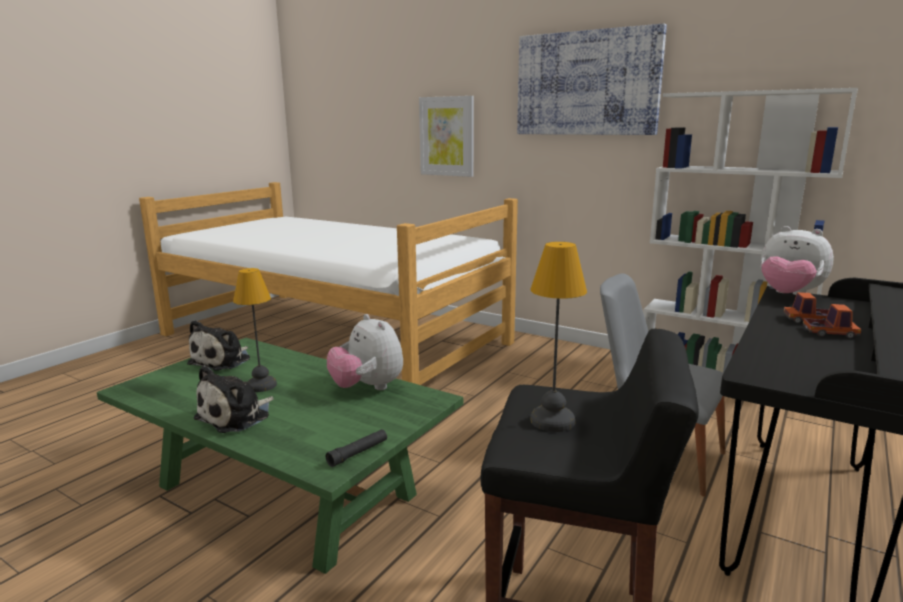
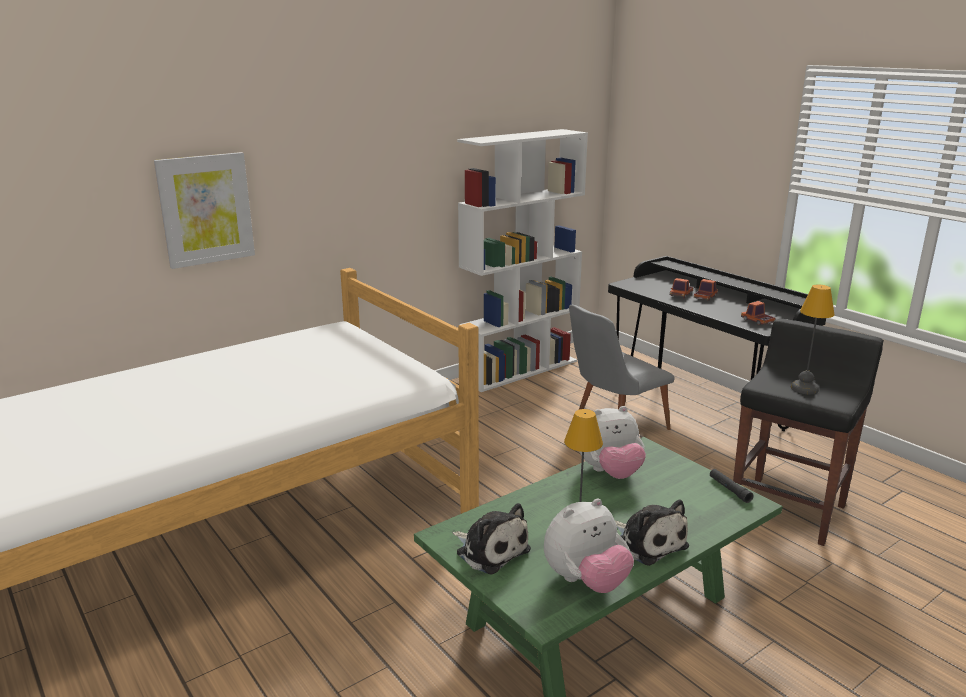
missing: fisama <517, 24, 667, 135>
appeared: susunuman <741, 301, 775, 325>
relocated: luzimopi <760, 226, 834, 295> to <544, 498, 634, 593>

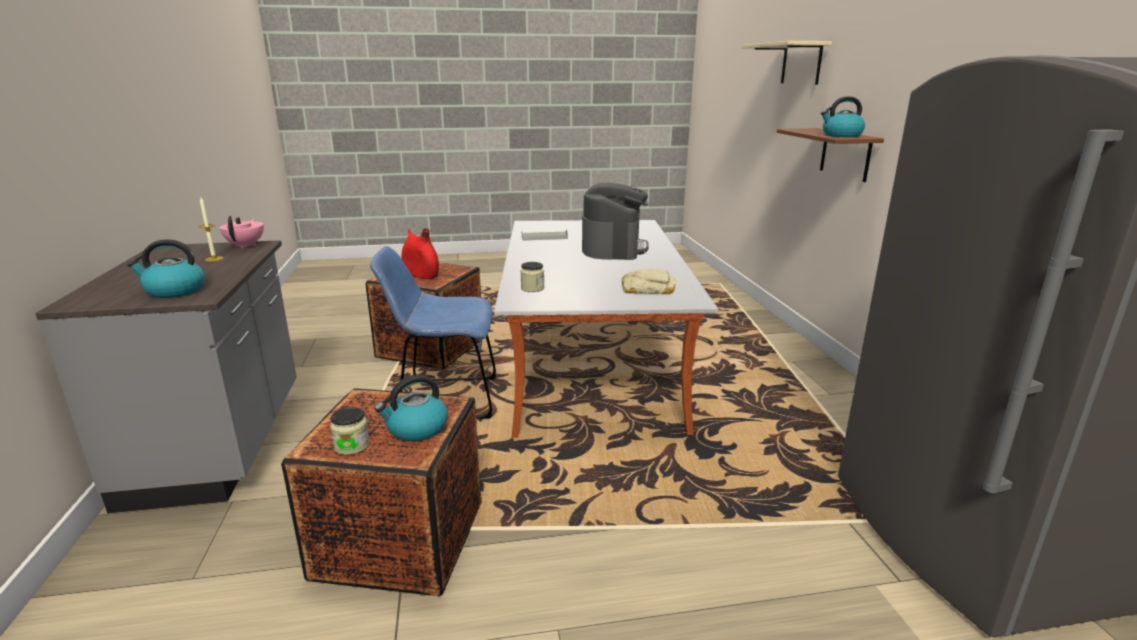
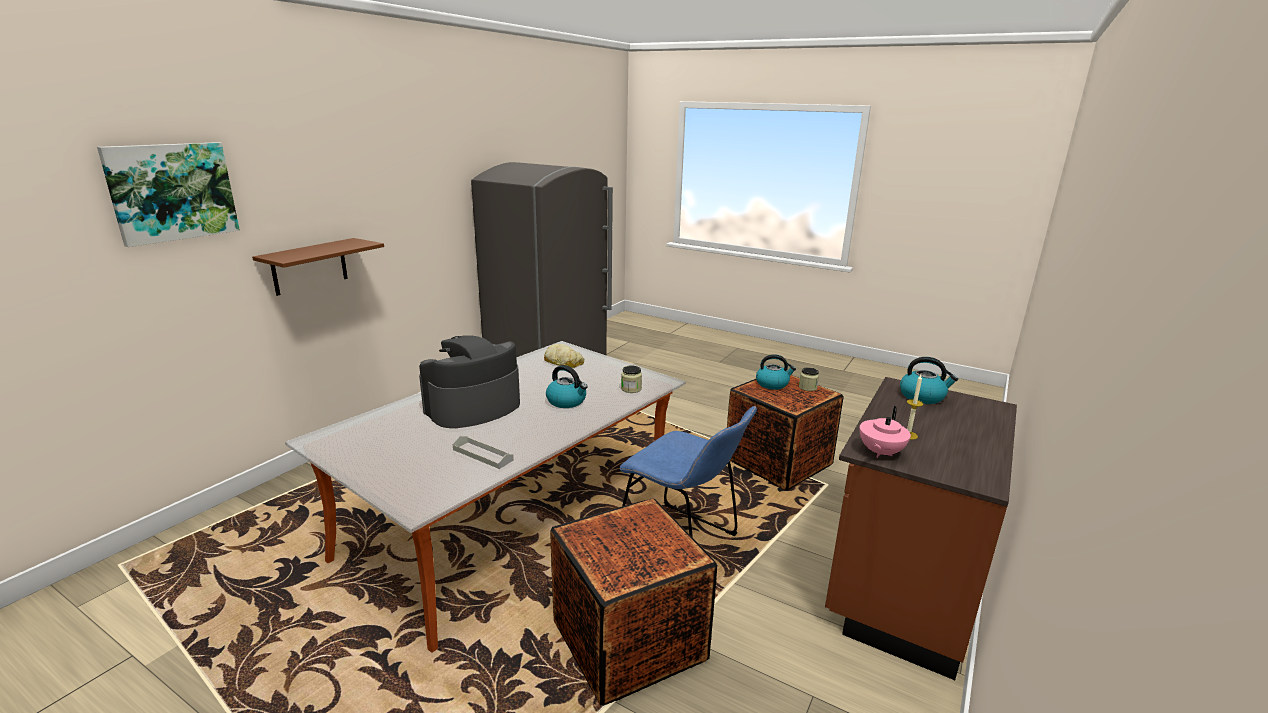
missing: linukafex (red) <401, 228, 439, 279>
relocated: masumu <821, 96, 865, 137> to <546, 365, 588, 408>
exchanged: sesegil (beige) <741, 41, 832, 85> to fisama <97, 142, 240, 247>
colour: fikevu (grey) <36, 240, 297, 514> to fikevu (brown) <825, 377, 1017, 680>

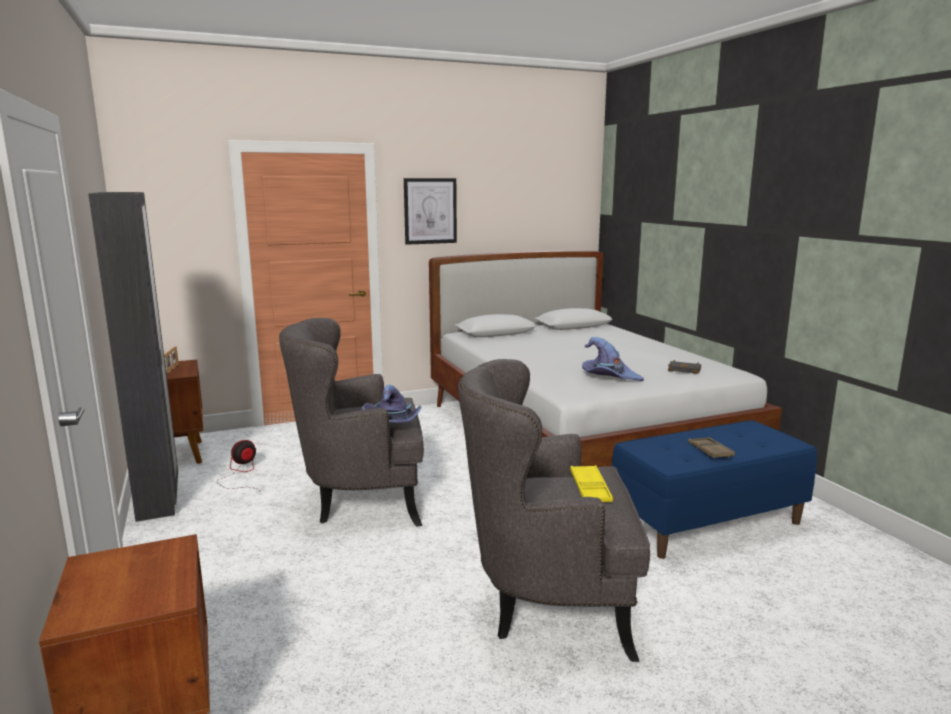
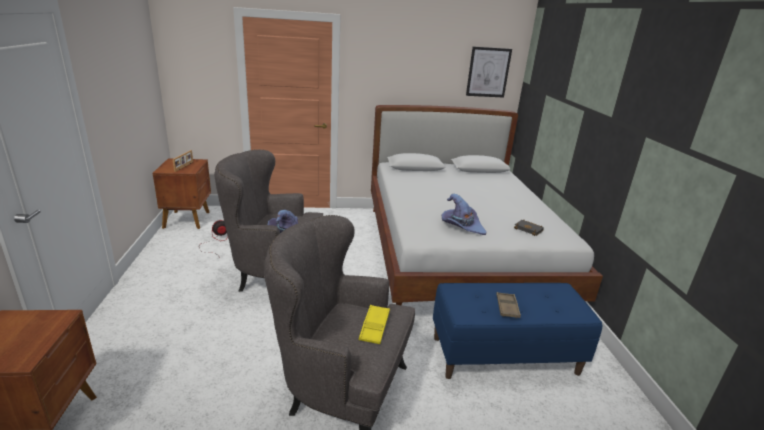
missing: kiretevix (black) <88, 192, 178, 522>
relocated: fisama <404, 178, 457, 245> to <466, 47, 512, 98>

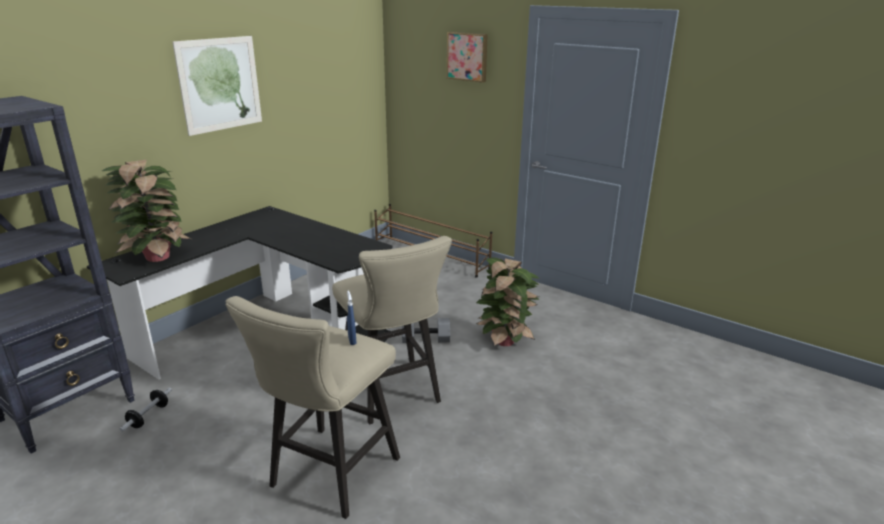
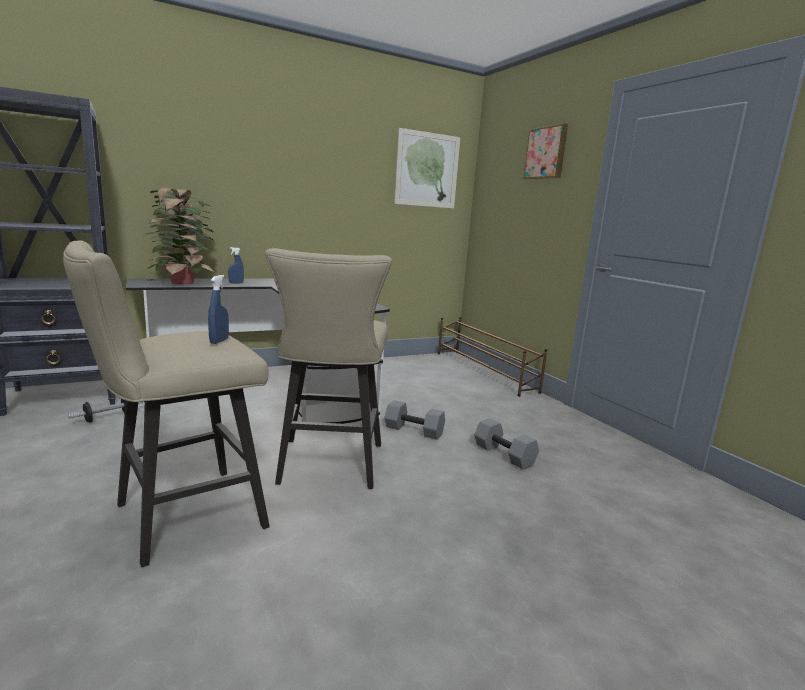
appeared: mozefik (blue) <228, 247, 244, 284>
relocated: fisama <172, 36, 262, 136> to <394, 128, 460, 208>
exchanged: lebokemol <476, 257, 540, 346> to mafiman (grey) <474, 418, 539, 469>

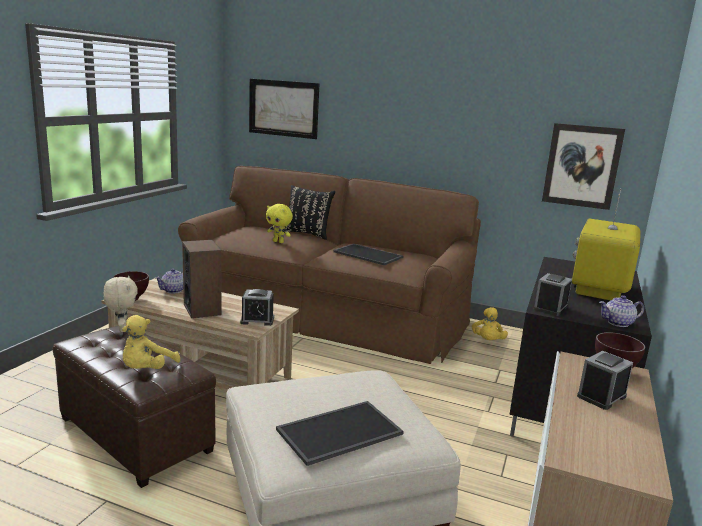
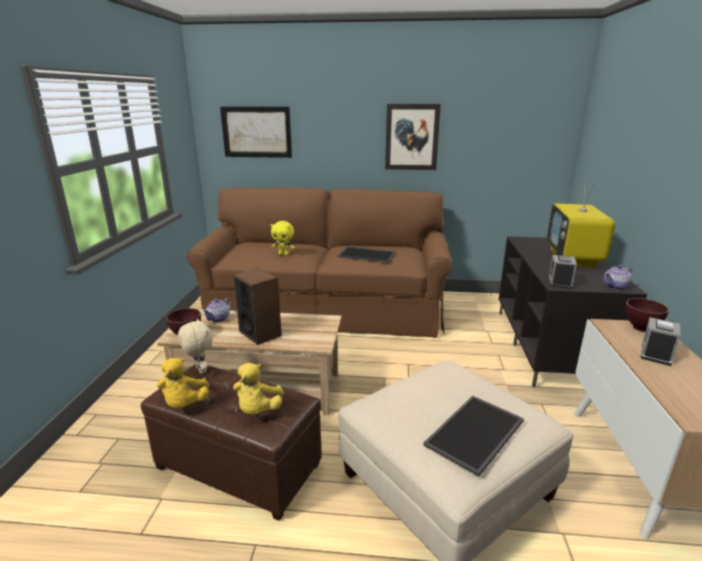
missing: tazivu <240, 289, 274, 326>; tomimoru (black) <285, 185, 335, 240>
relocated: luzimopi (yellow) <472, 307, 508, 340> to <157, 358, 209, 408>; fisama <542, 123, 625, 210> to <385, 104, 441, 170>

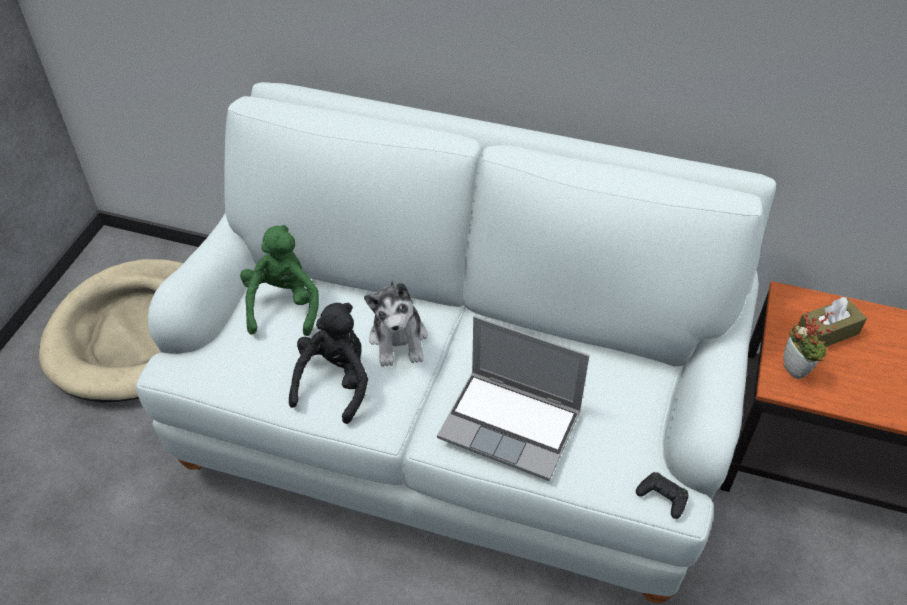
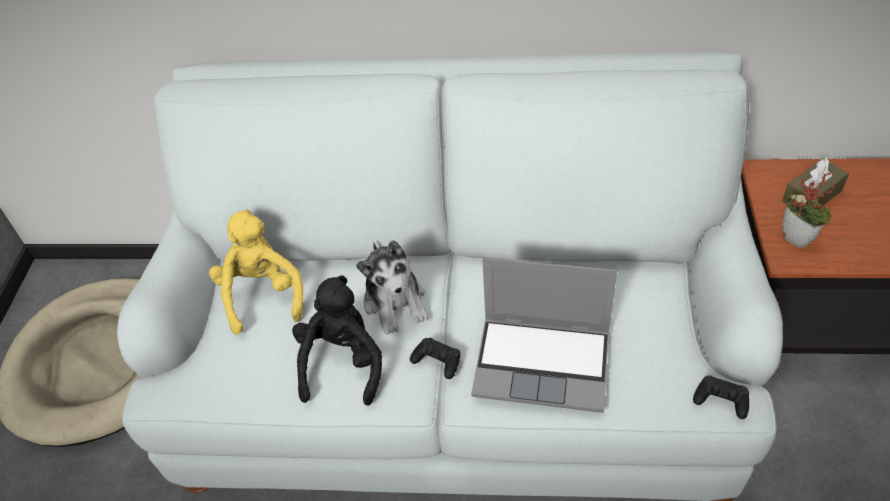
appeared: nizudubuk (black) <410, 338, 460, 379>
colour: luzimopi (green) <240, 225, 319, 336> to luzimopi (yellow) <209, 209, 303, 335>

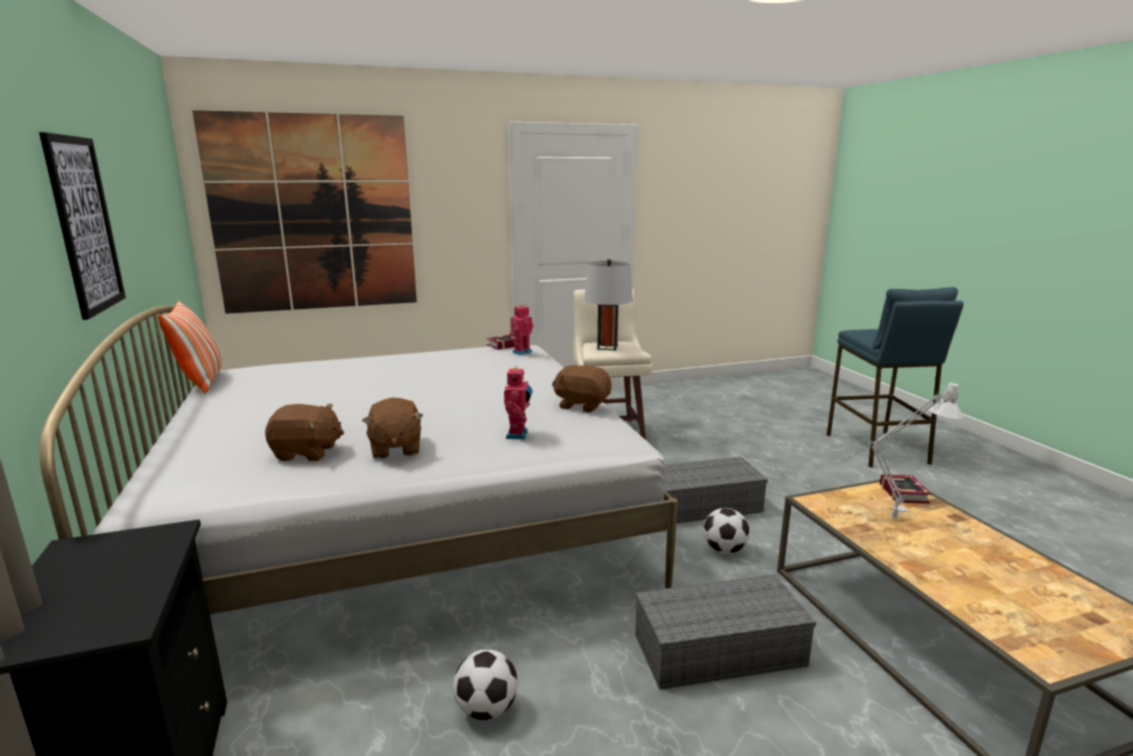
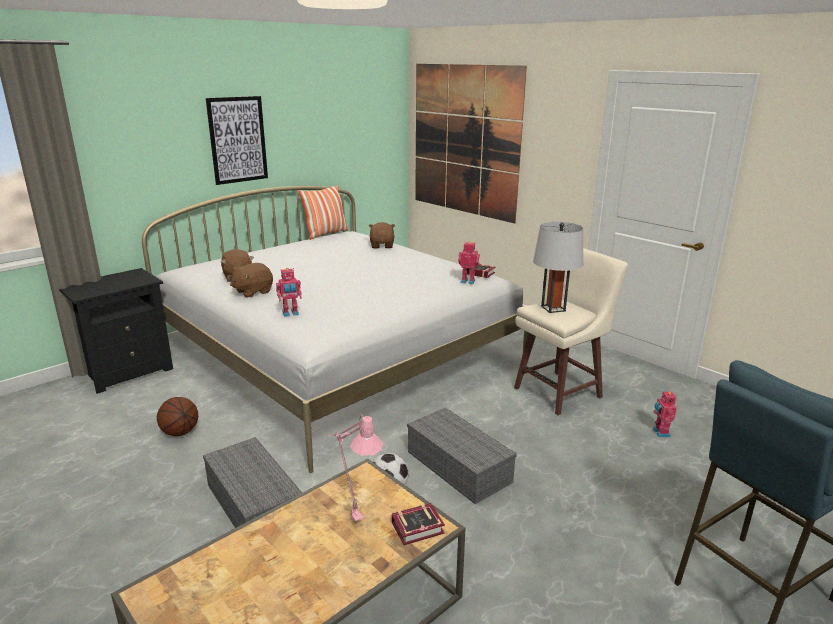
appeared: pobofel <653, 392, 677, 437>
relocated: luzimopi (brown) <552, 365, 612, 413> to <369, 222, 395, 248>
exchanged: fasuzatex <453, 649, 518, 720> to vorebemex <157, 397, 198, 436>
colour: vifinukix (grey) <842, 382, 964, 518> to vifinukix (pink) <329, 414, 383, 523>

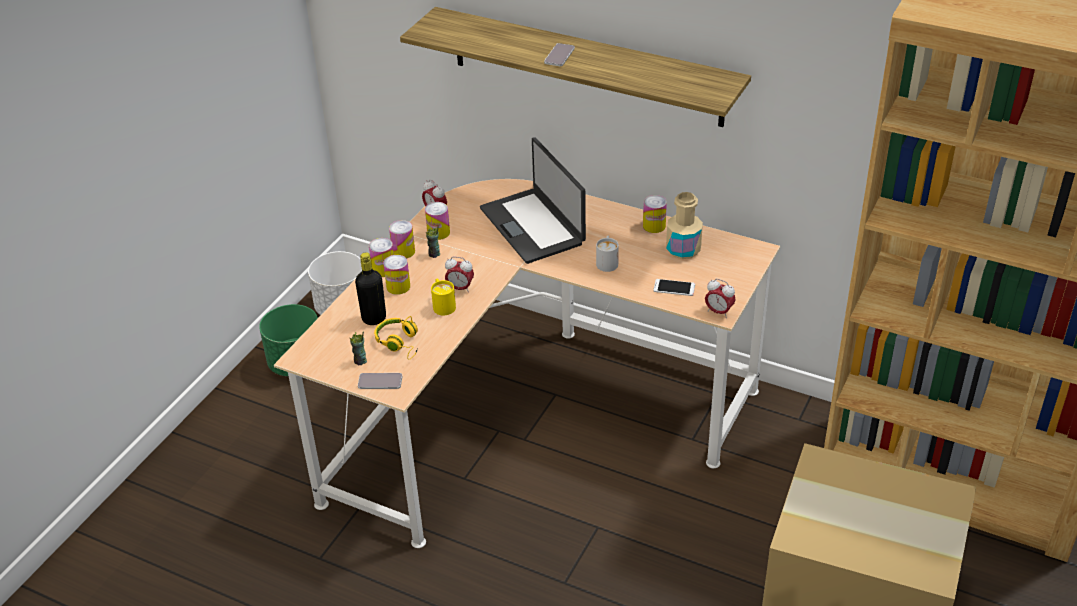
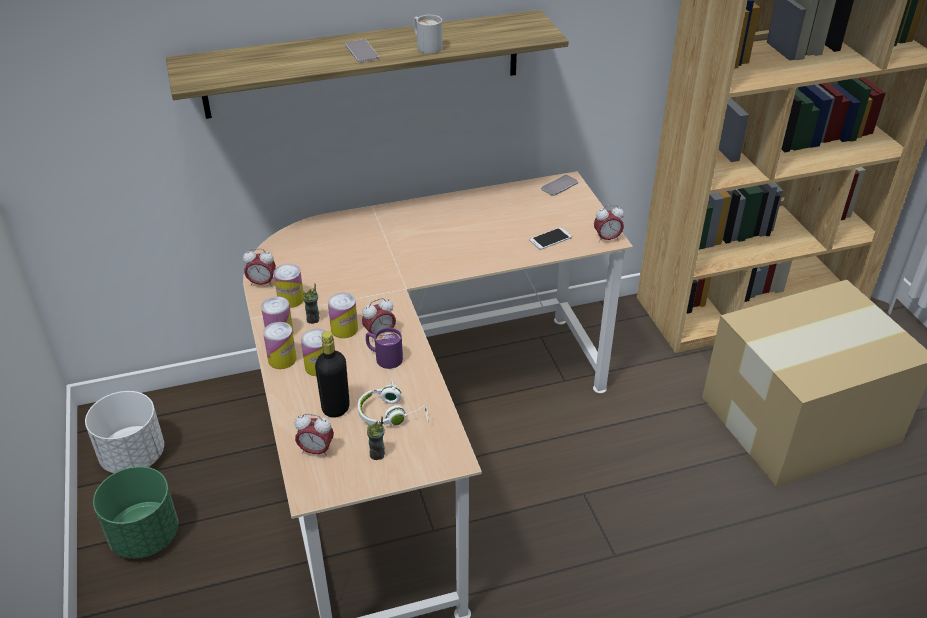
missing: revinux <480, 137, 586, 264>; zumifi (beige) <666, 192, 703, 259>
appeared: tazivu <295, 413, 334, 457>
relocated: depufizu <358, 373, 402, 389> to <541, 175, 578, 196>; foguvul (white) <596, 235, 619, 272> to <414, 15, 443, 54>; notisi <643, 195, 667, 233> to <328, 293, 358, 338>
colour: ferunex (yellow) <374, 316, 418, 360> to ferunex (white) <358, 379, 429, 426>; foguvul (yellow) <431, 278, 456, 316> to foguvul (purple) <366, 328, 403, 369>

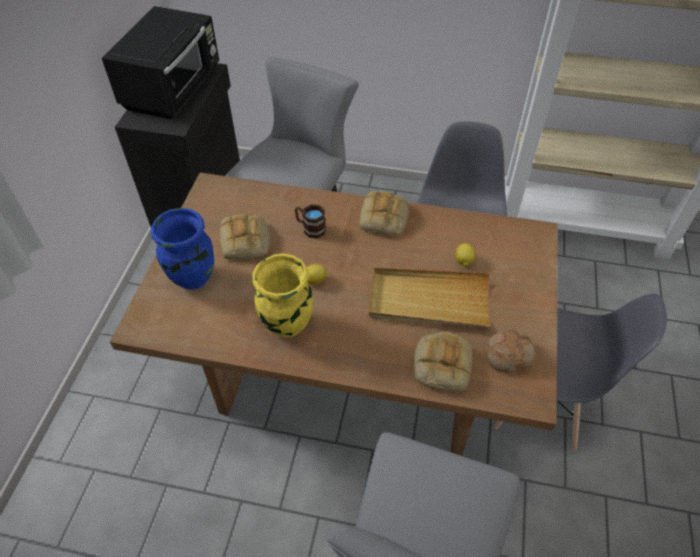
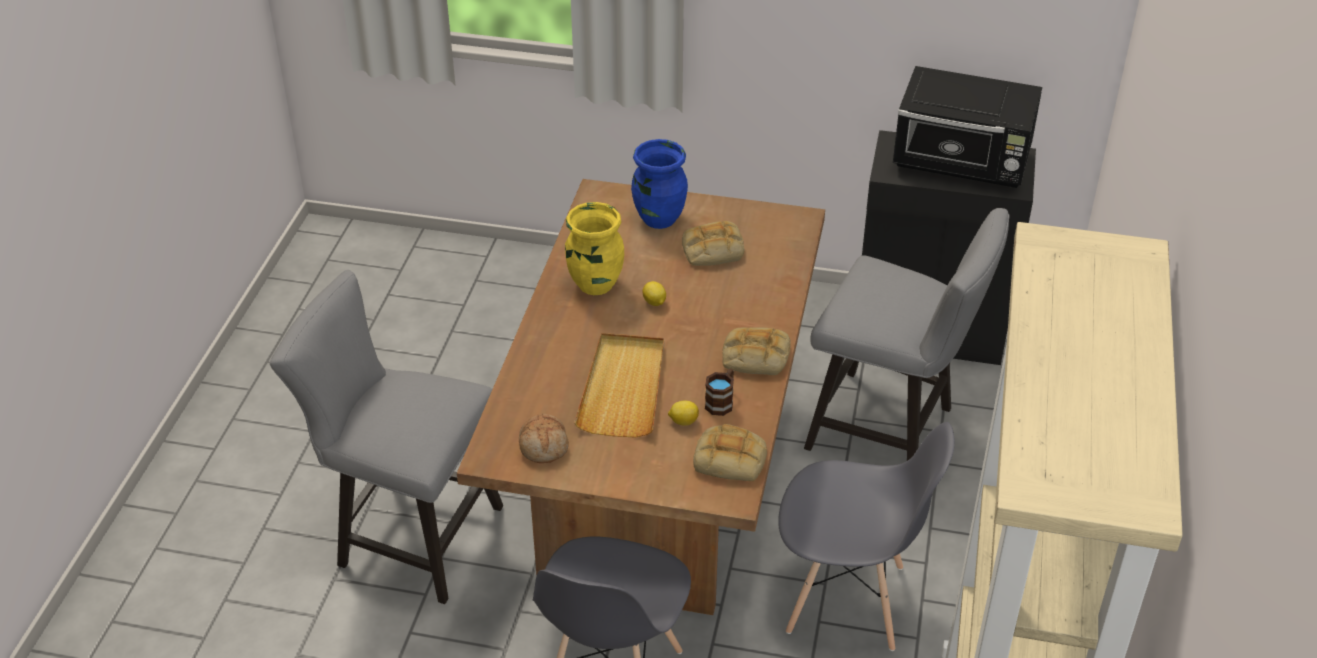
relocated: foguvul (brown) <295, 204, 326, 238> to <705, 369, 734, 416>; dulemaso <414, 331, 472, 392> to <693, 424, 767, 482>

